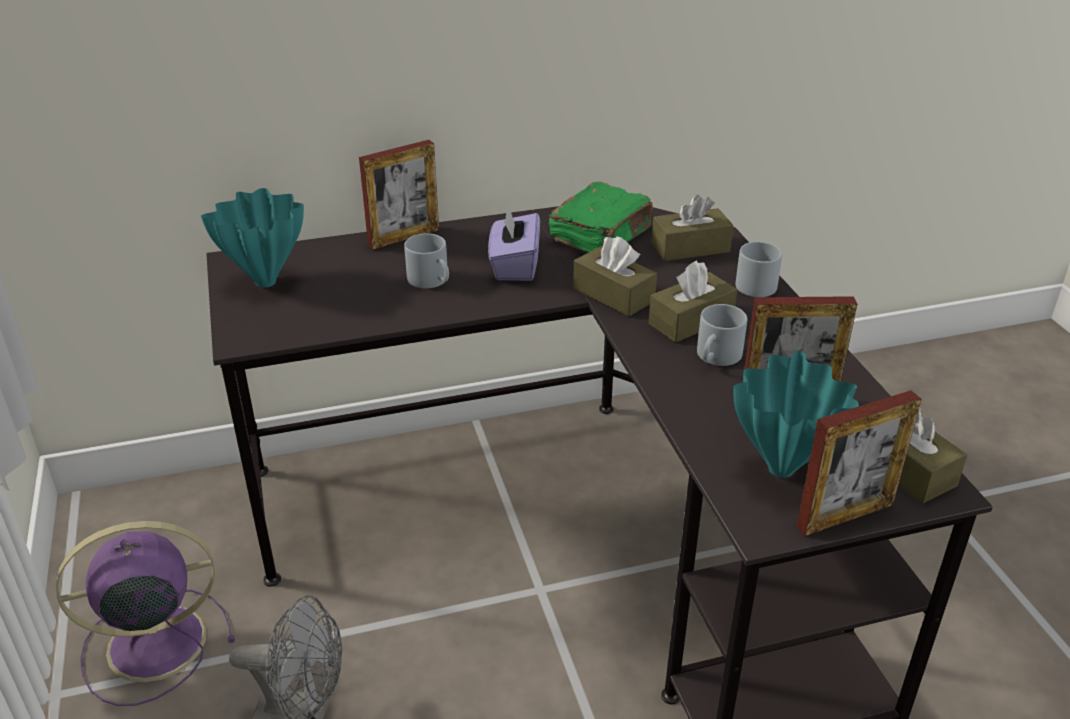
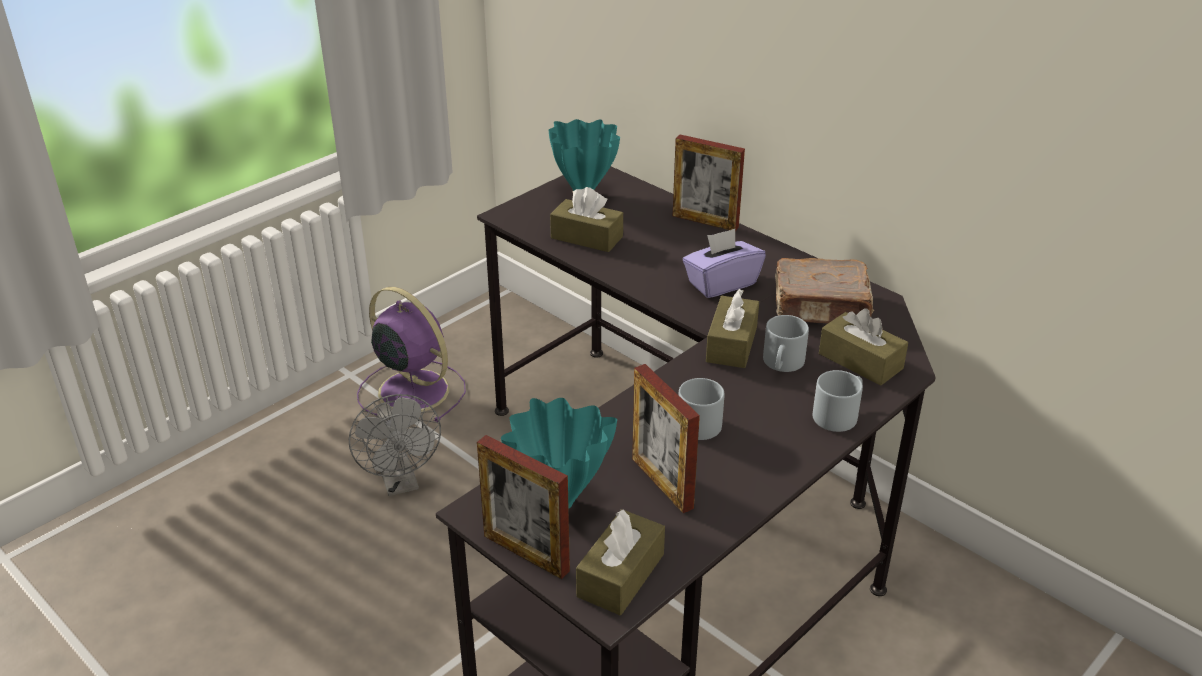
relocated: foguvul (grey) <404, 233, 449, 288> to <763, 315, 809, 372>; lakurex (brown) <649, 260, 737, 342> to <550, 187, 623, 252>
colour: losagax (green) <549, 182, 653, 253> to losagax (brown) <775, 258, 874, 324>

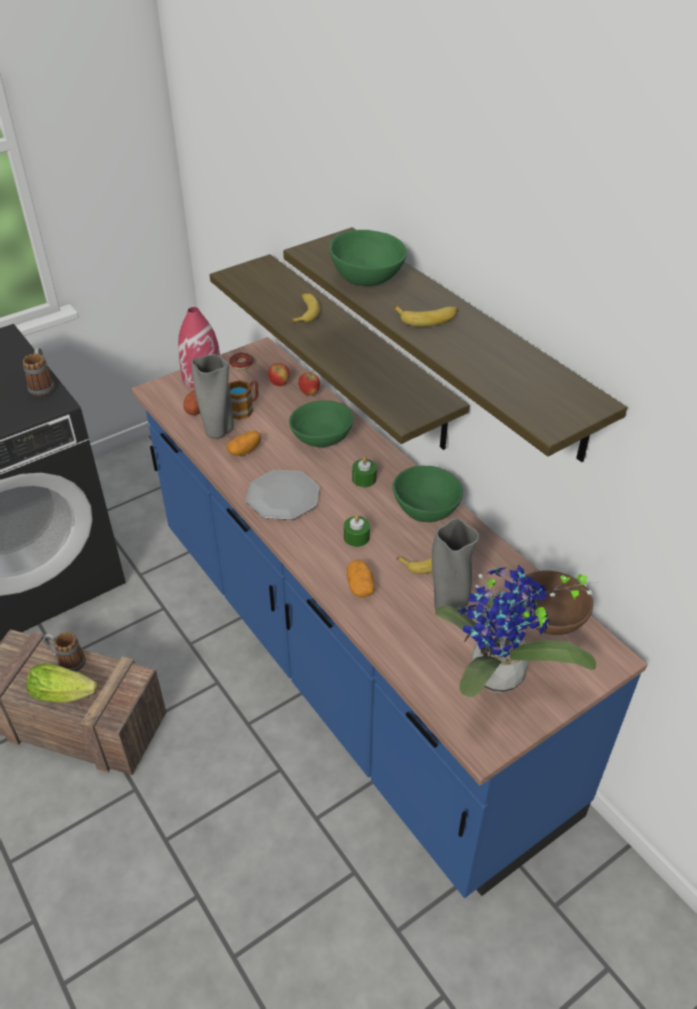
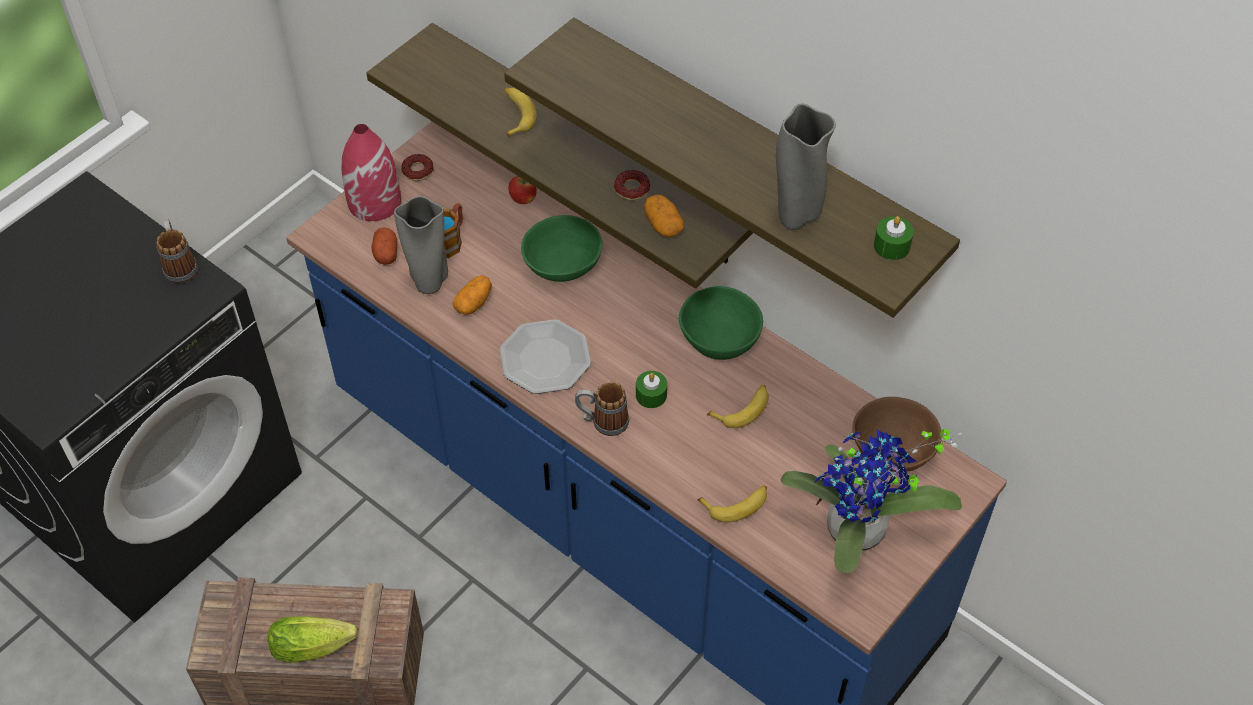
missing: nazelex <268, 363, 290, 386>; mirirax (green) <329, 230, 407, 286>
appeared: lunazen <614, 170, 650, 200>
relocated: foguvul <43, 632, 86, 672> to <575, 382, 629, 436>; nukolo <347, 560, 375, 597> to <644, 195, 684, 237>; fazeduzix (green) <352, 457, 377, 487> to <874, 216, 914, 260>; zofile <393, 306, 458, 327> to <697, 485, 767, 523>; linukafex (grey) <432, 518, 479, 610> to <776, 103, 836, 230>

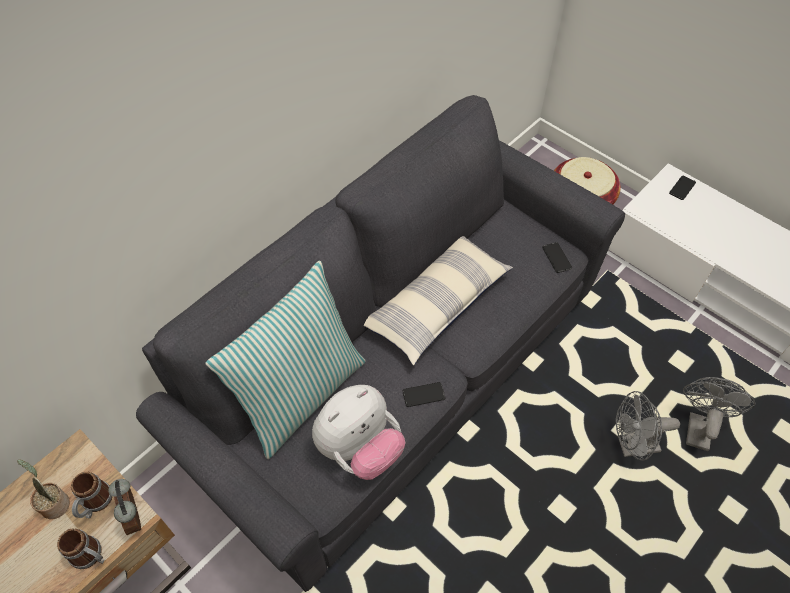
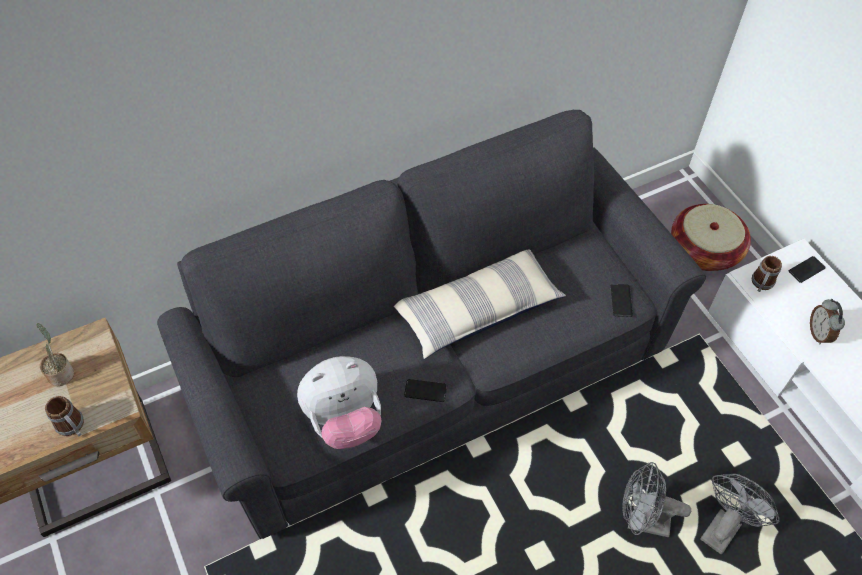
missing: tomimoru <206, 260, 366, 459>
relocated: foguvul <71, 472, 113, 519> to <751, 256, 782, 292>; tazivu <108, 479, 141, 535> to <810, 299, 845, 345>

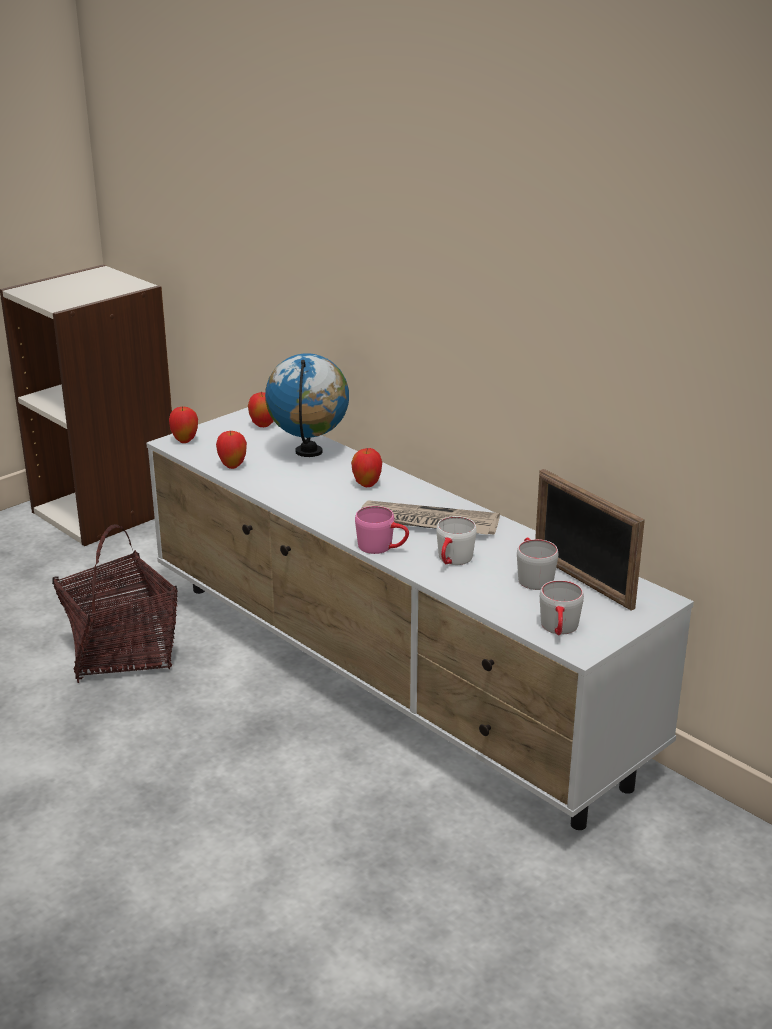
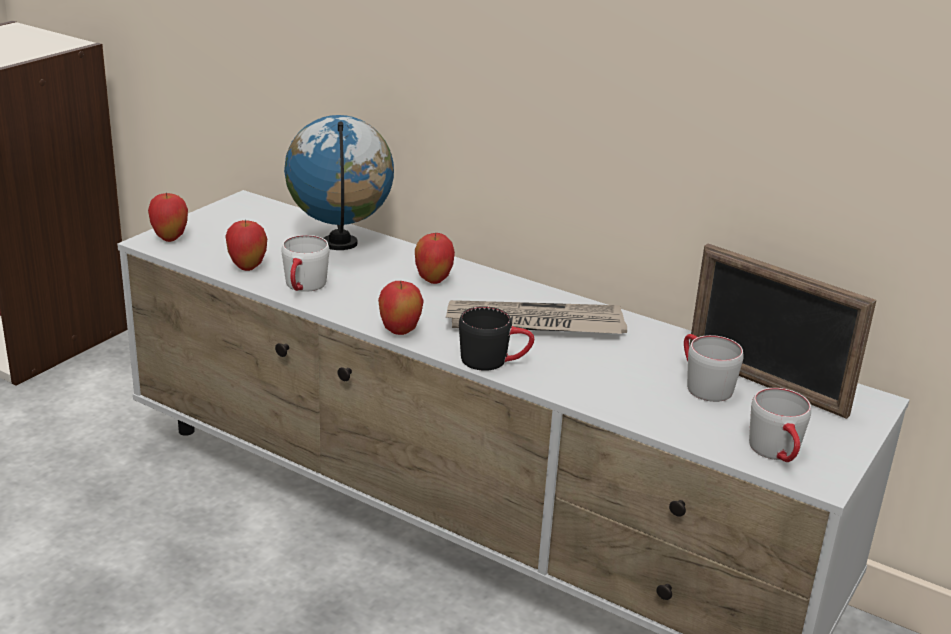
missing: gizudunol <52, 524, 178, 683>
relocated: nazelex <248, 392, 274, 427> to <378, 281, 424, 335>; foguvul (white) <436, 516, 477, 565> to <281, 235, 329, 292>
colour: foguvul (pink) <355, 506, 409, 554> to foguvul (black) <459, 306, 534, 371>

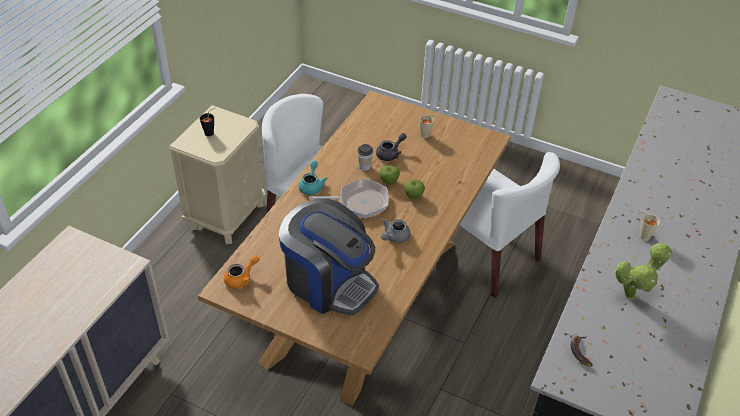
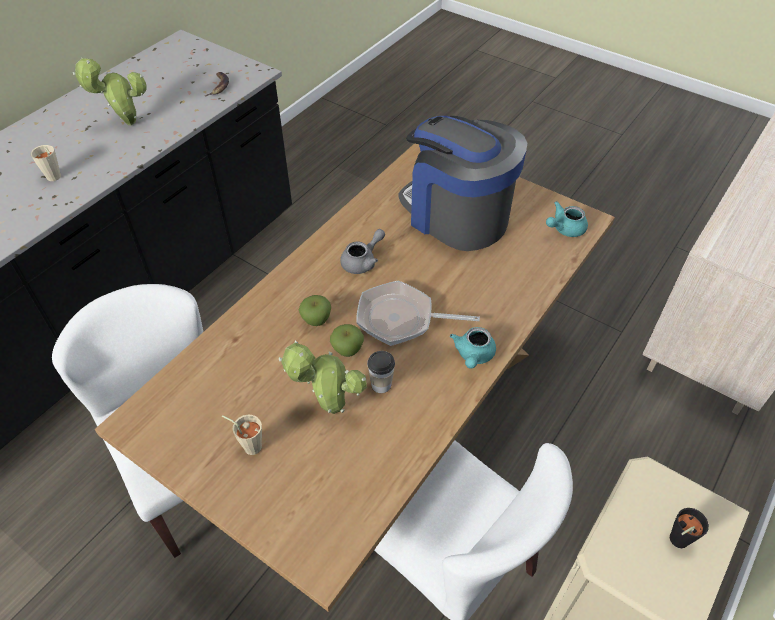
exchanged: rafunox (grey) <376, 133, 407, 161> to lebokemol <279, 341, 367, 414>
colour: rafunox (orange) <224, 255, 260, 289> to rafunox (turquoise) <546, 201, 588, 237>

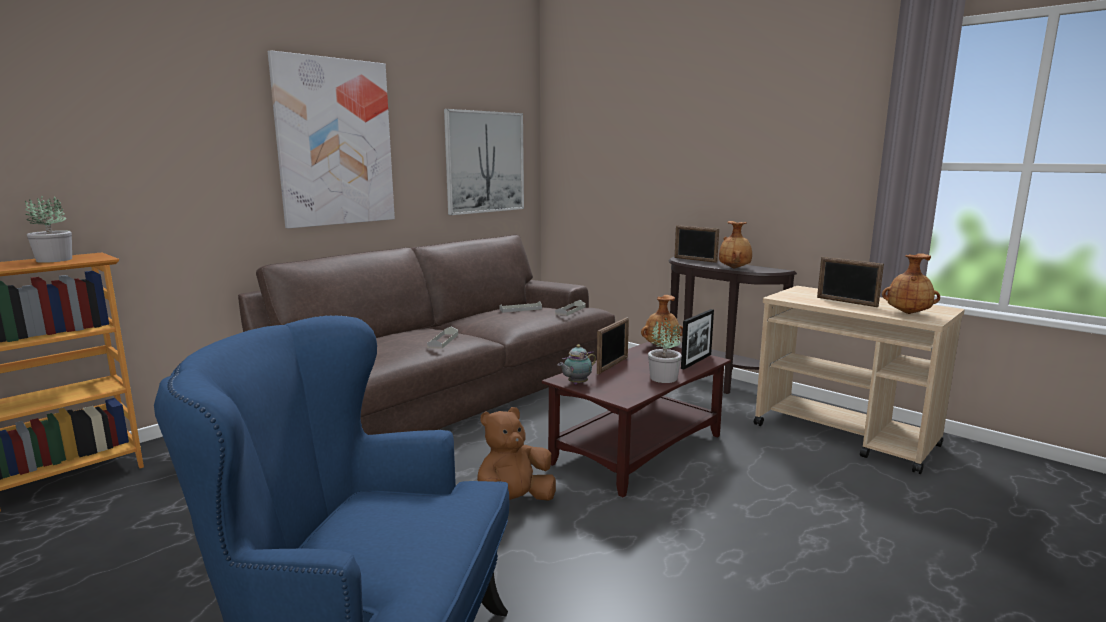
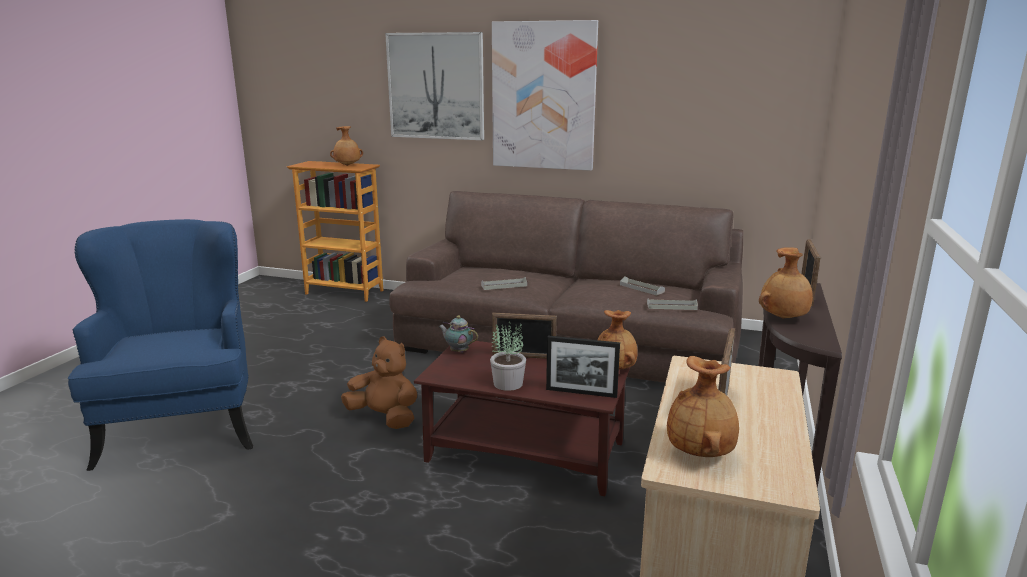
relocated: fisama <444, 109, 524, 215> to <385, 32, 484, 140>
exchanged: lebokemol <25, 196, 72, 263> to linukafex (brown) <330, 126, 363, 166>

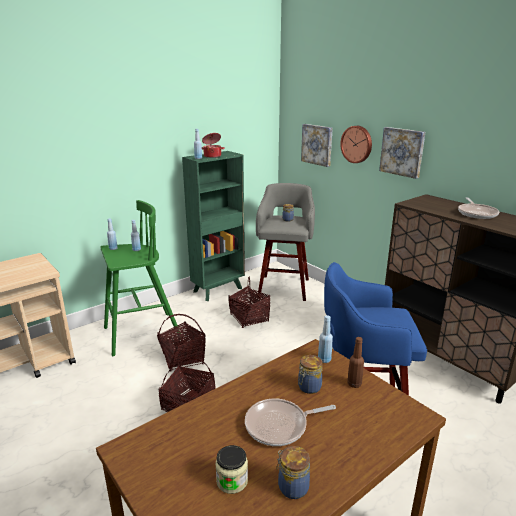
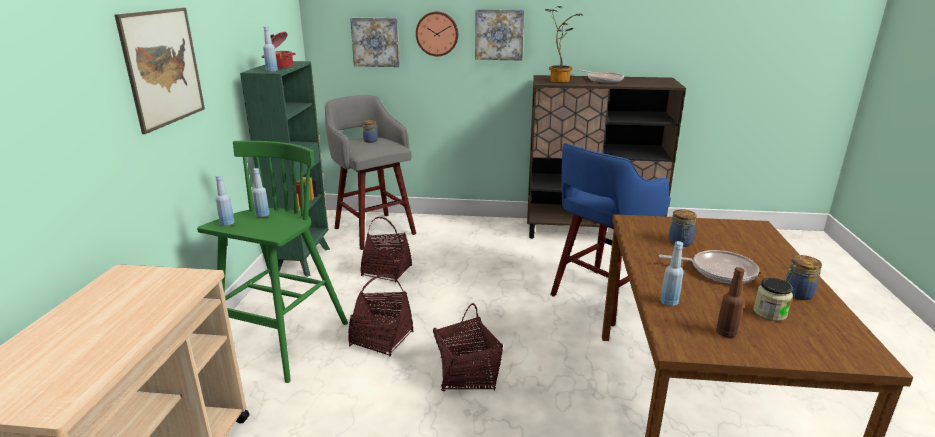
appeared: fisama <115, 8, 205, 134>; lebokemol <545, 6, 584, 83>
relocated: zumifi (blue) <318, 315, 333, 363> to <660, 241, 683, 306>; zumifi (brown) <347, 337, 364, 388> to <716, 267, 745, 338>
spun: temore <245, 399, 336, 446> = <659, 250, 759, 284> 105 degrees counterclockwise

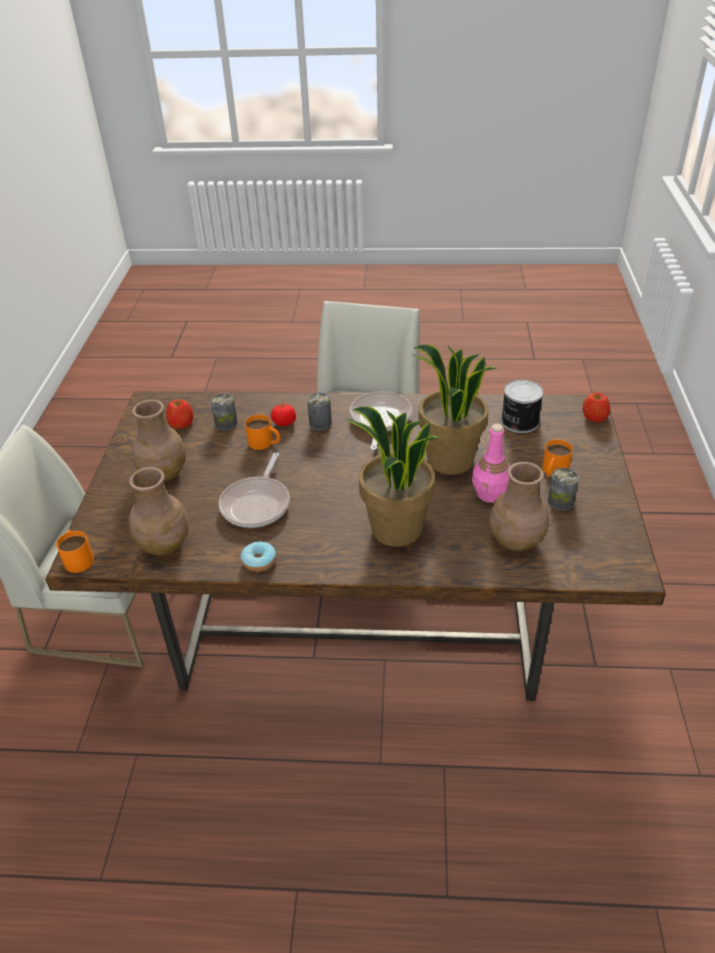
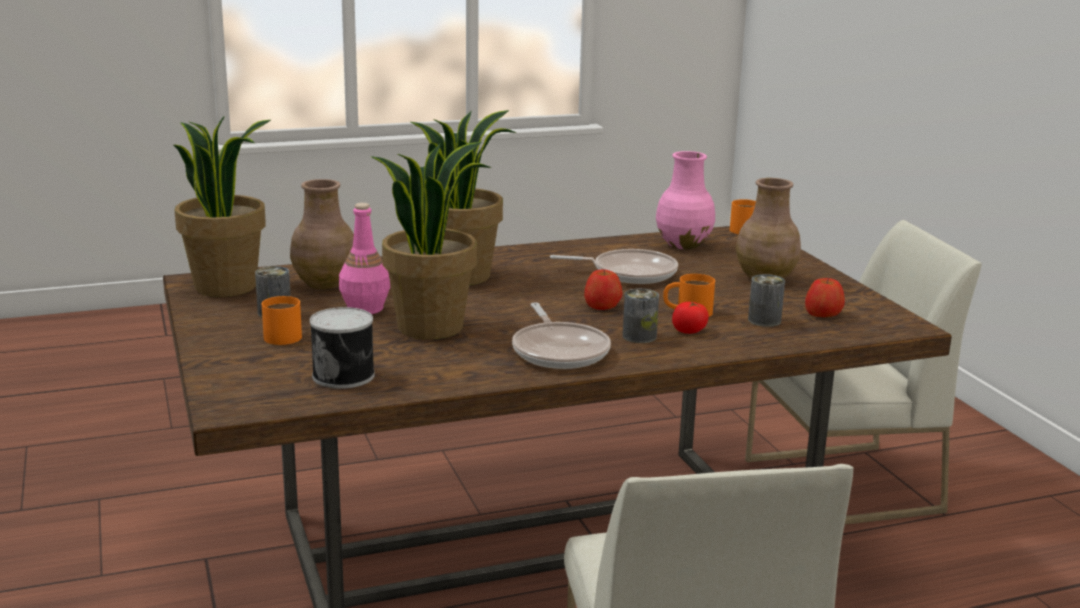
missing: lunazen <240, 542, 276, 572>
appeared: lebokemol <173, 116, 271, 297>
relocated: nazelex <583, 392, 610, 422> to <584, 269, 623, 310>
colour: linukafex (brown) <129, 467, 189, 555> to linukafex (pink) <656, 151, 715, 249>
spun: temore <219, 452, 290, 528> = <550, 249, 678, 284> 105 degrees clockwise

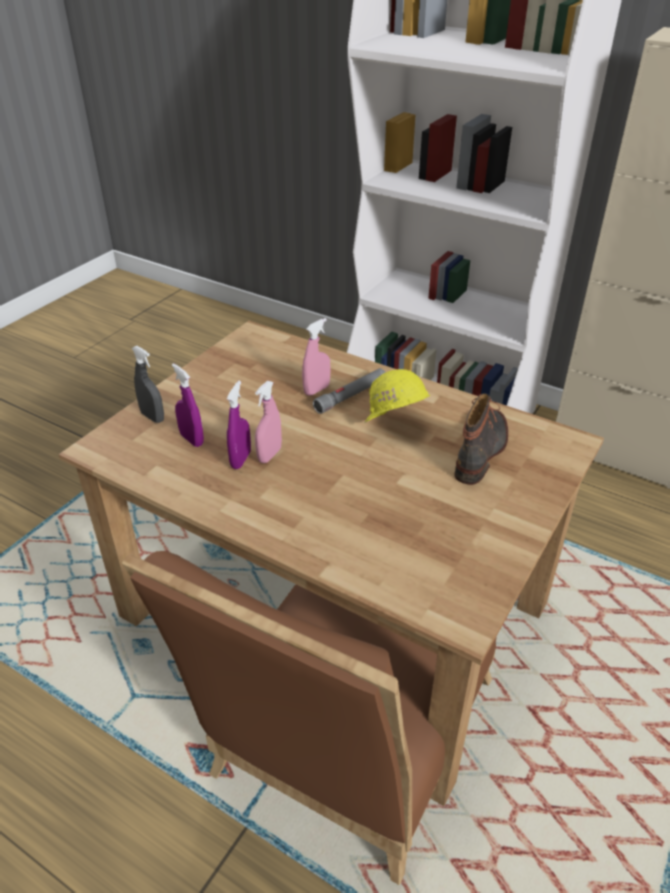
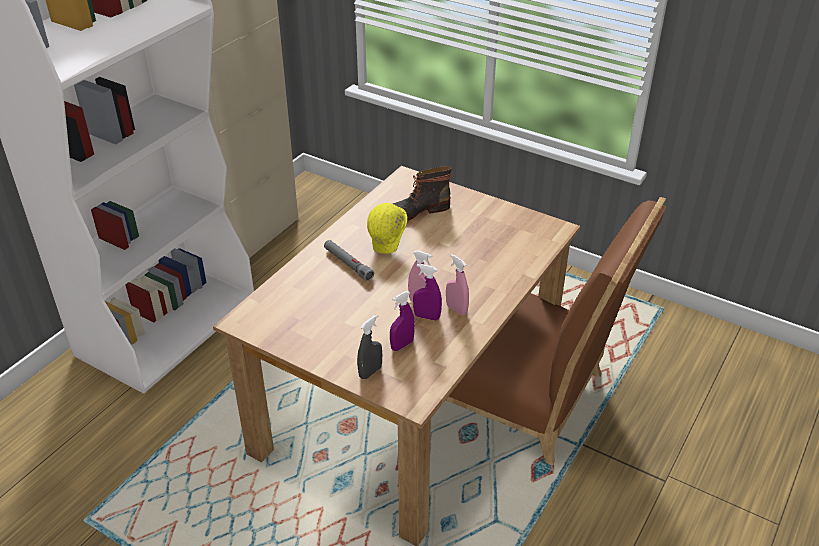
relocated: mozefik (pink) <302, 318, 331, 396> to <446, 254, 469, 316>
spun: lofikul <455, 393, 508, 485> = <393, 166, 451, 221> 45 degrees counterclockwise

